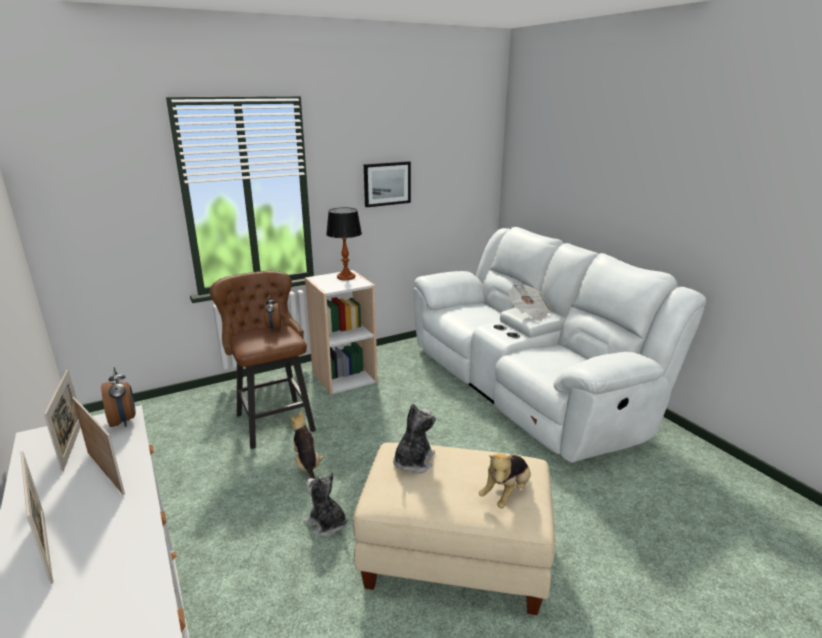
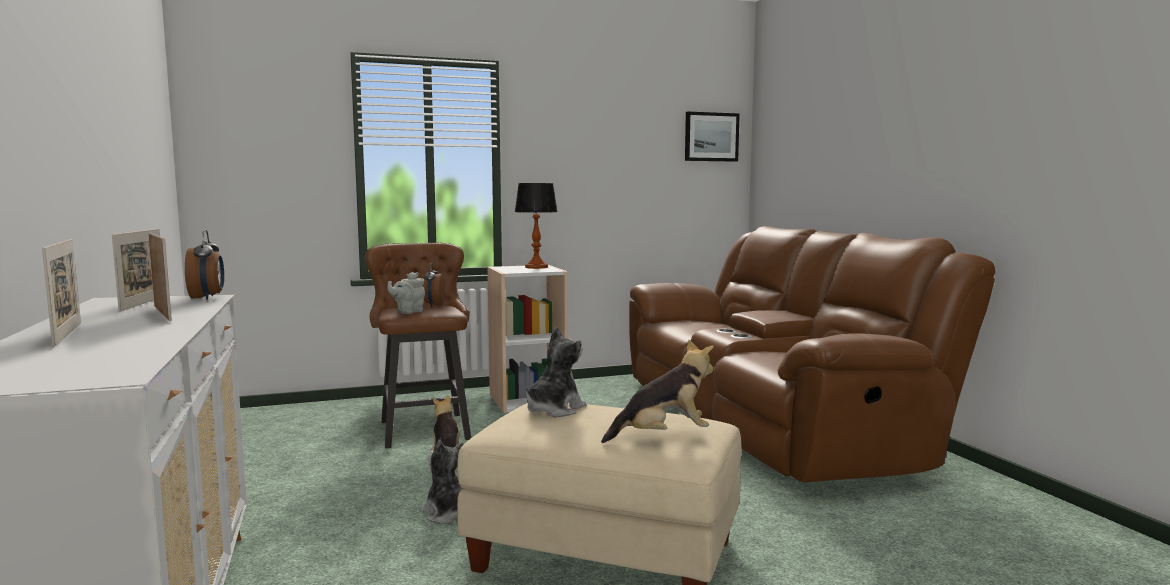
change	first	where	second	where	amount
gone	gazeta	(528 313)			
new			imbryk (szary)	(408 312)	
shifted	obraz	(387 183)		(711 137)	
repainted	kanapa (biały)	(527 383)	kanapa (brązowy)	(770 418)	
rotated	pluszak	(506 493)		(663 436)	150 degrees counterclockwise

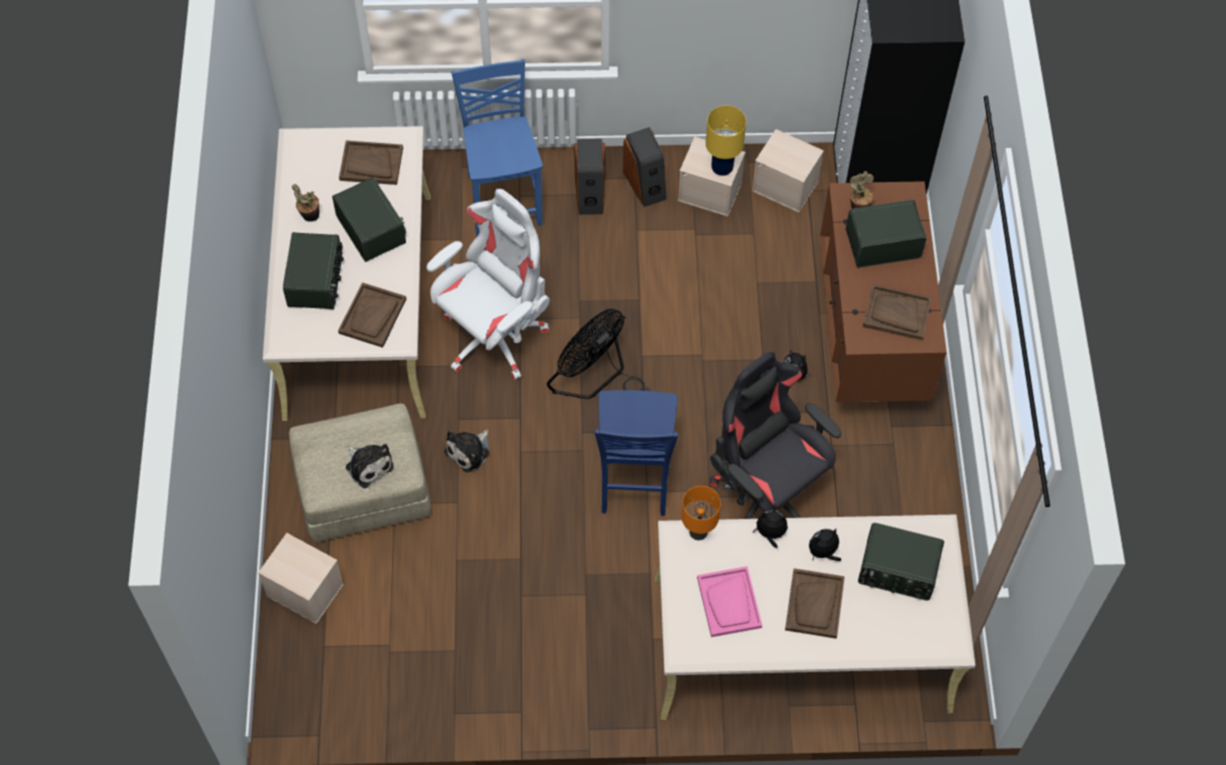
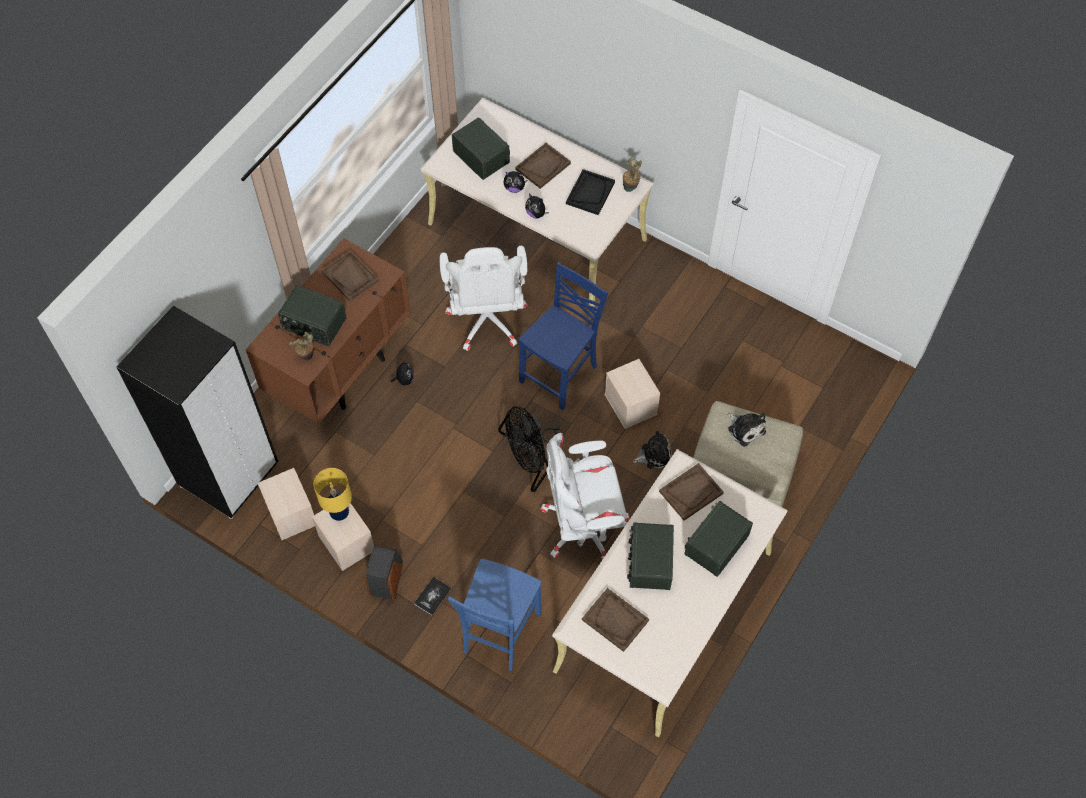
change	first	where	second	where	amount
gone	lampa stołowa (pomarańczowy)	(697 533)			
shifted	pojemnik do przechowywania (beżowy)	(304 590)		(631 405)	
shifted	roślina doniczkowa	(309 216)		(631 187)	
swapped	głośnik	(590 194)	książka	(432 596)	
repainted	taca (różowy)	(729 602)	taca (czarny)	(590 193)	
repainted	krzesło biurowe (czarny)	(767 495)	krzesło biurowe (biały)	(487 318)	
rotated	pluszak	(368 465)		(745 429)	150 degrees clockwise
rotated	wentylator (czarny)	(599 374)		(530 455)	75 degrees clockwise

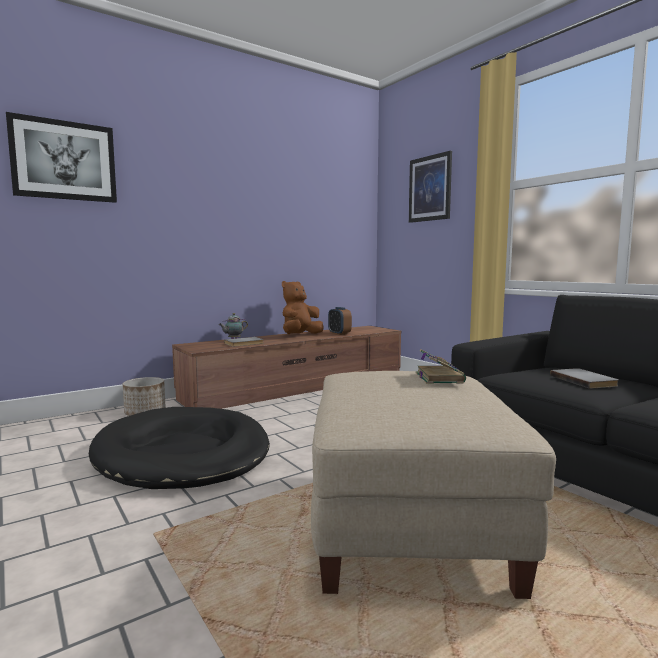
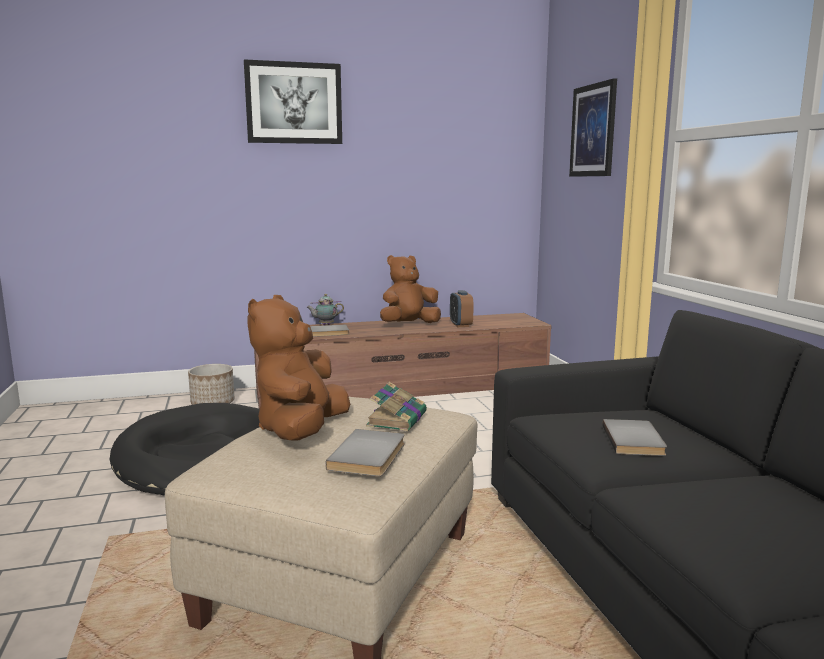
change	first	where	second	where	amount
new			pluszak (brązowy)	(301 431)	
new			książka (szary)	(370 456)	
shifted	obraz	(64 160)		(294 103)	

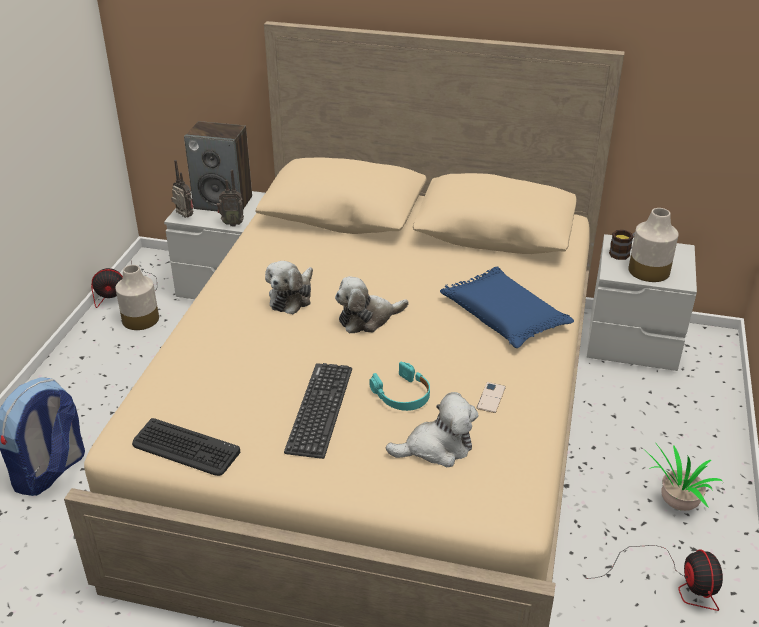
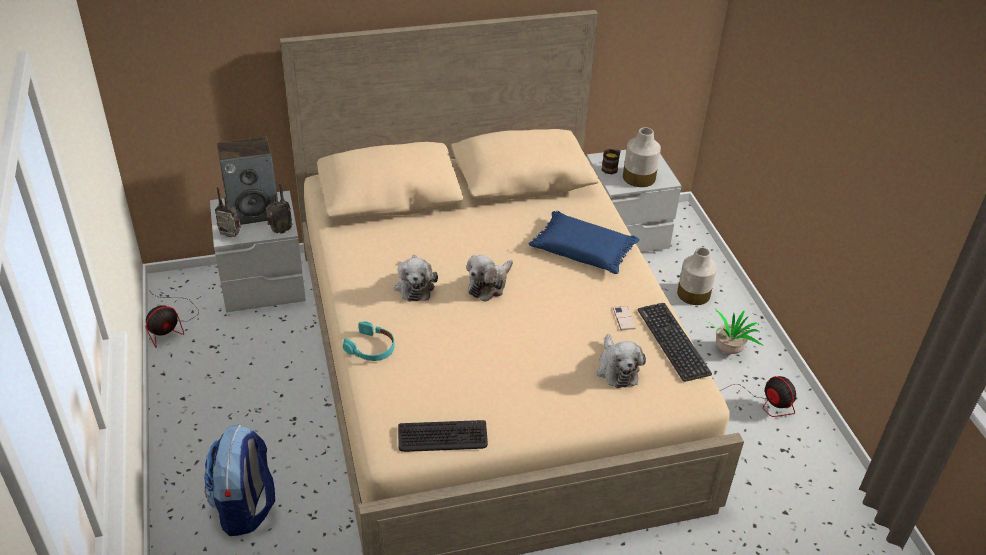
change	first	where	second	where	amount
shifted	wazon (beżowy)	(140 319)		(693 294)	
shifted	klawiatura	(319 409)		(673 342)	
shifted	słuchawki (turkusowy)	(402 395)		(371 348)	
rotated	pluszak	(437 448)		(617 369)	120 degrees clockwise

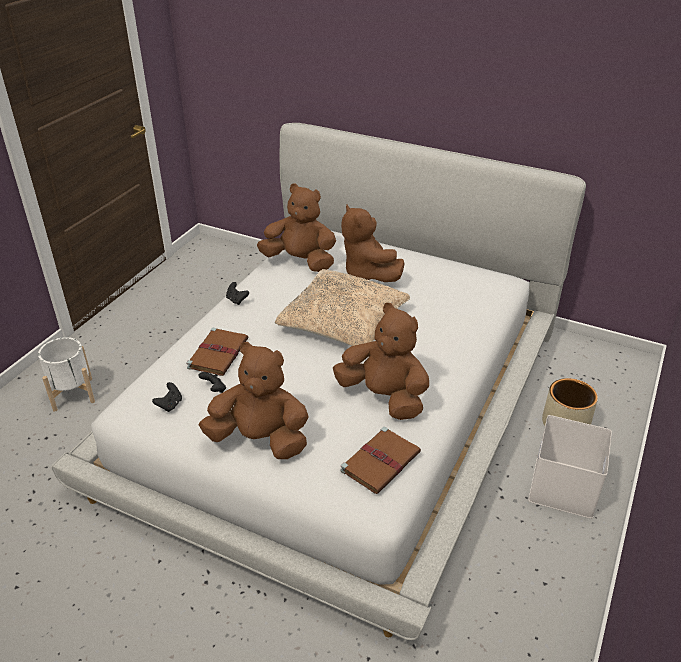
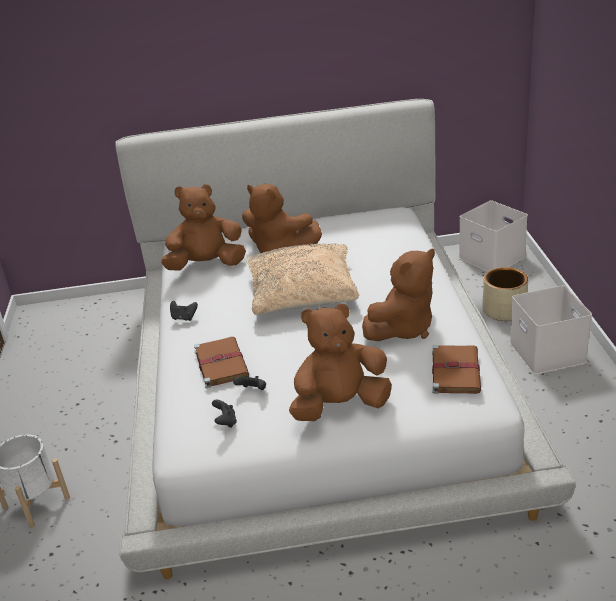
change	first	where	second	where	amount
new			pojemnik do przechowywania (biały)	(493 257)	
rotated	pluszak (brązowy)	(384 397)		(403 328)	135 degrees clockwise

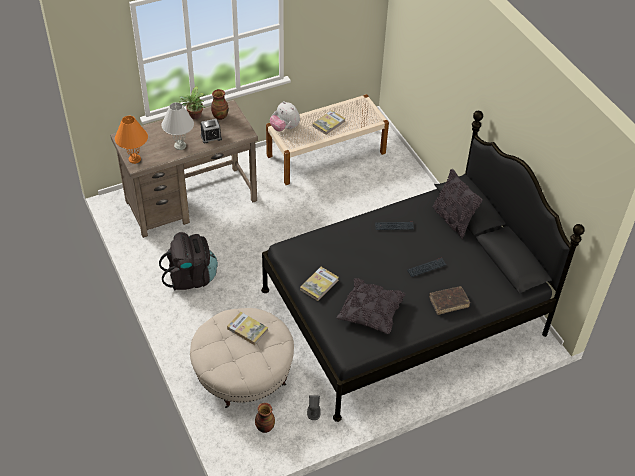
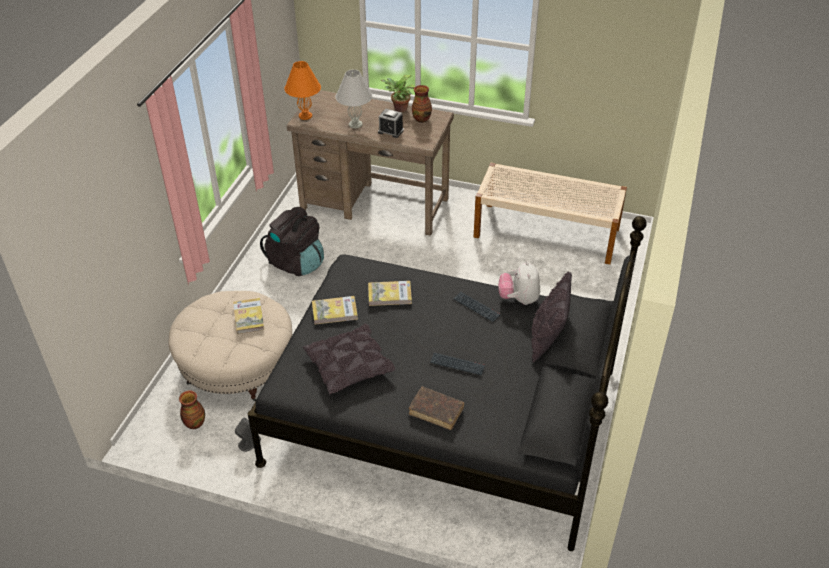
change	first	where	second	where	amount
shifted	pluszak	(285 128)		(518 299)	
shifted	książka	(328 123)		(389 295)	

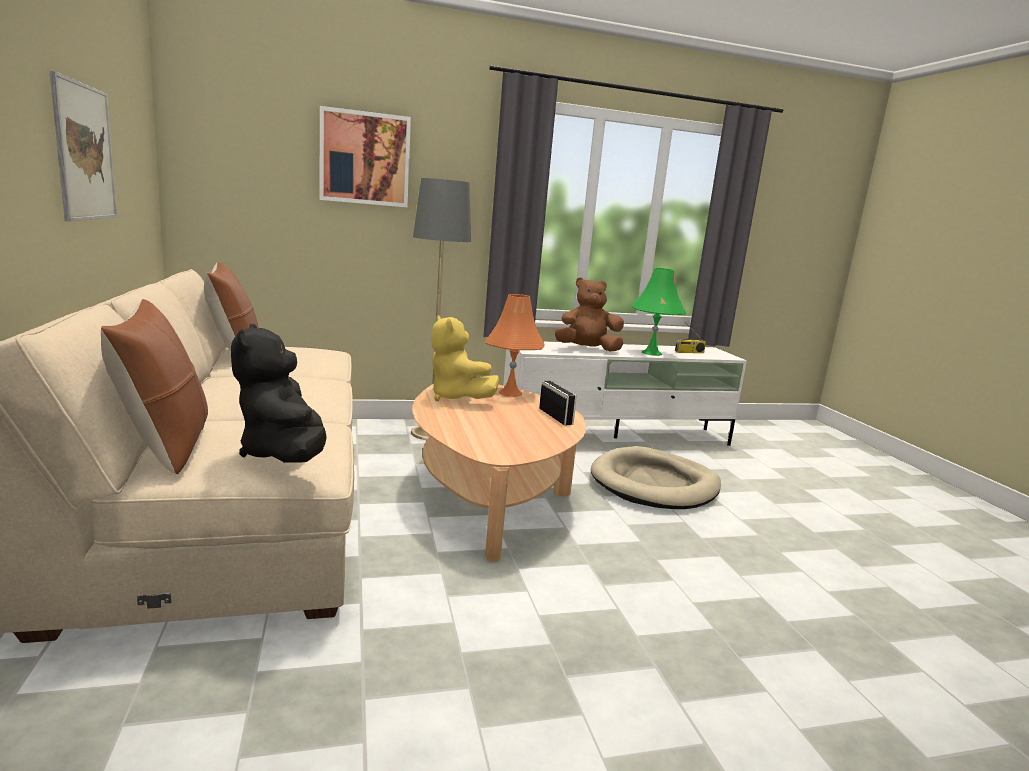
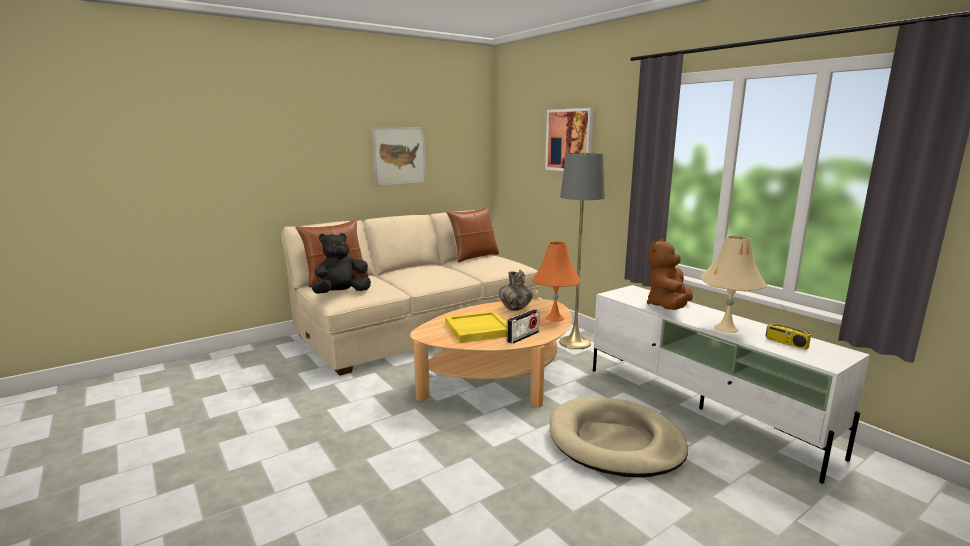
change	first	where	second	where	amount
new			taca (żółty)	(477 329)	
swapped	pluszak (żółty)	(456 398)	wazon	(515 309)	
repainted	lampa stołowa (zielony)	(651 353)	lampa stołowa (beżowy)	(726 328)	
rotated	pluszak (brązowy)	(587 349)		(668 307)	120 degrees counterclockwise

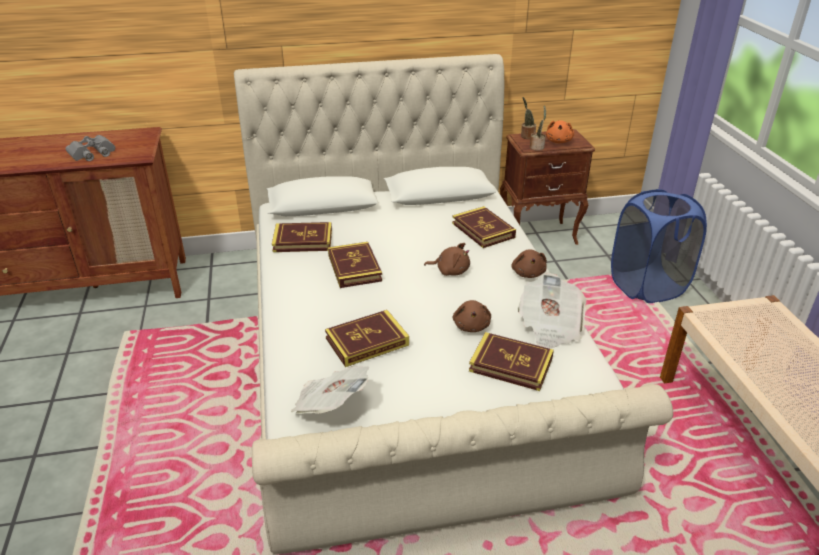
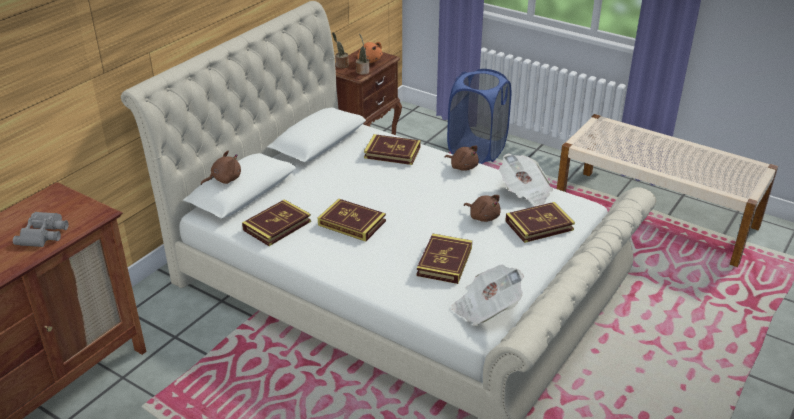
change	first	where	second	where	amount
shifted	pluszak (brązowy)	(450 271)		(224 179)	

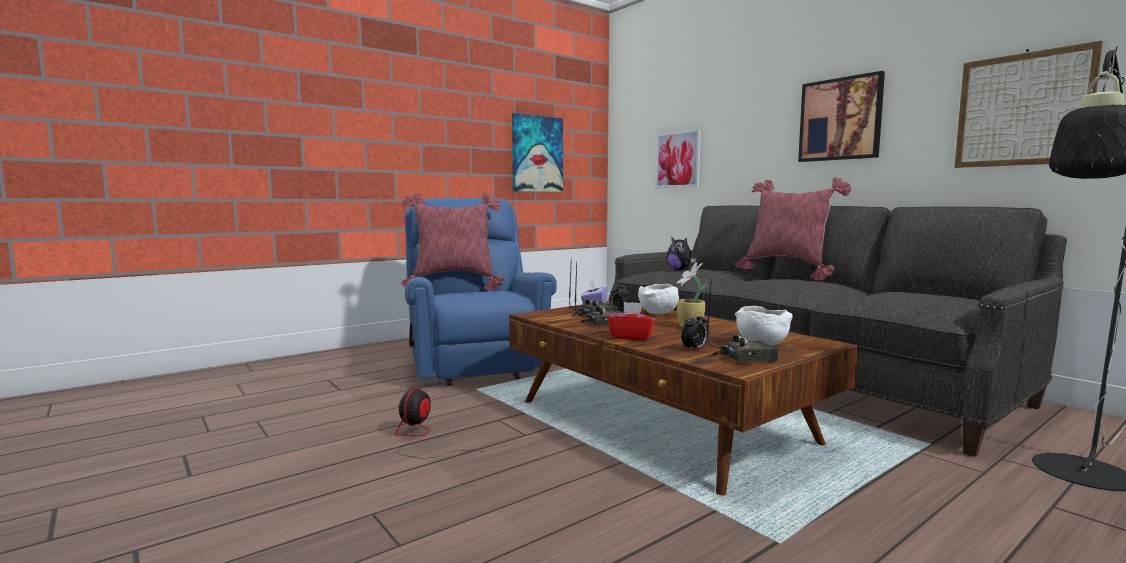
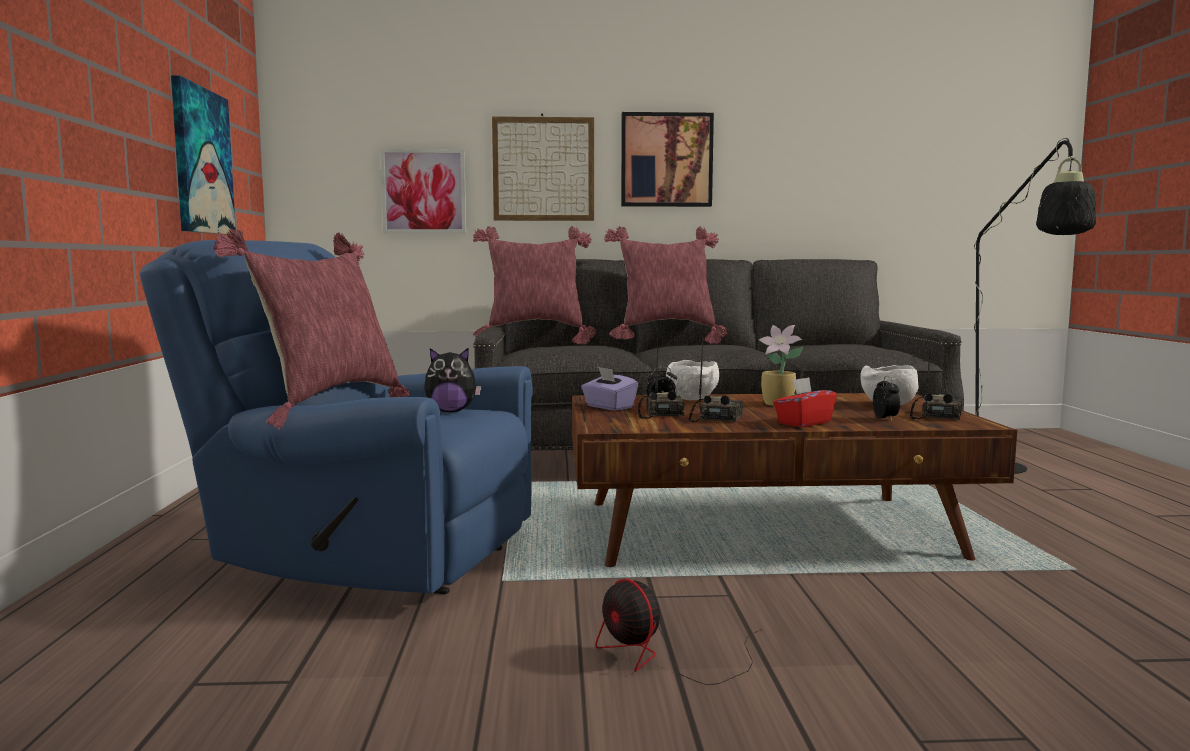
change	first	where	second	where	amount
new			poduszka (czerwony)	(534 343)	
shifted	pluszak	(679 269)		(451 411)	
shifted	obraz	(1023 107)		(543 167)	

